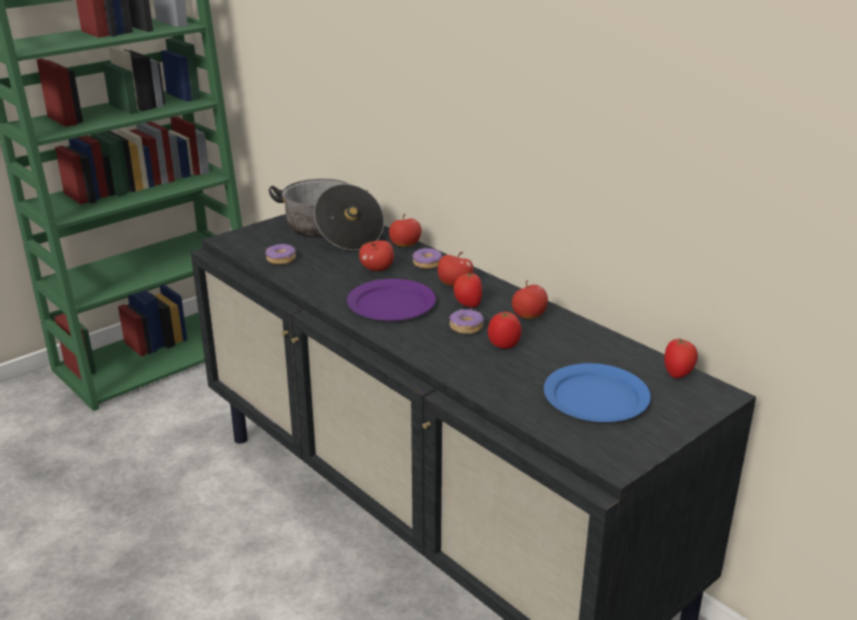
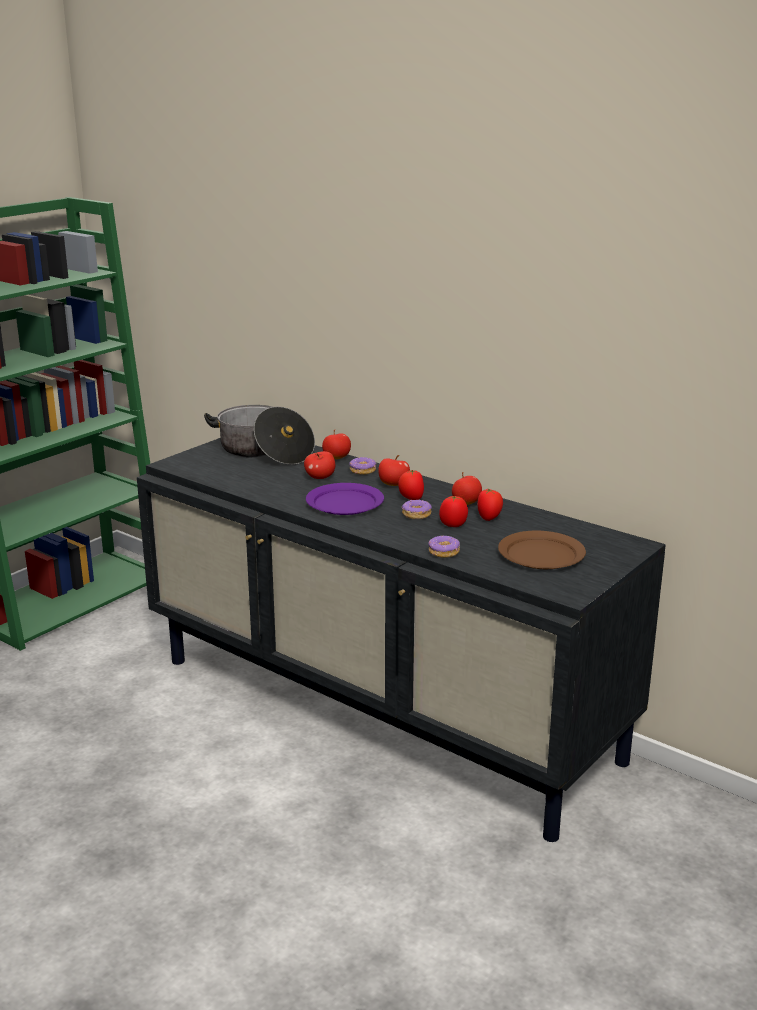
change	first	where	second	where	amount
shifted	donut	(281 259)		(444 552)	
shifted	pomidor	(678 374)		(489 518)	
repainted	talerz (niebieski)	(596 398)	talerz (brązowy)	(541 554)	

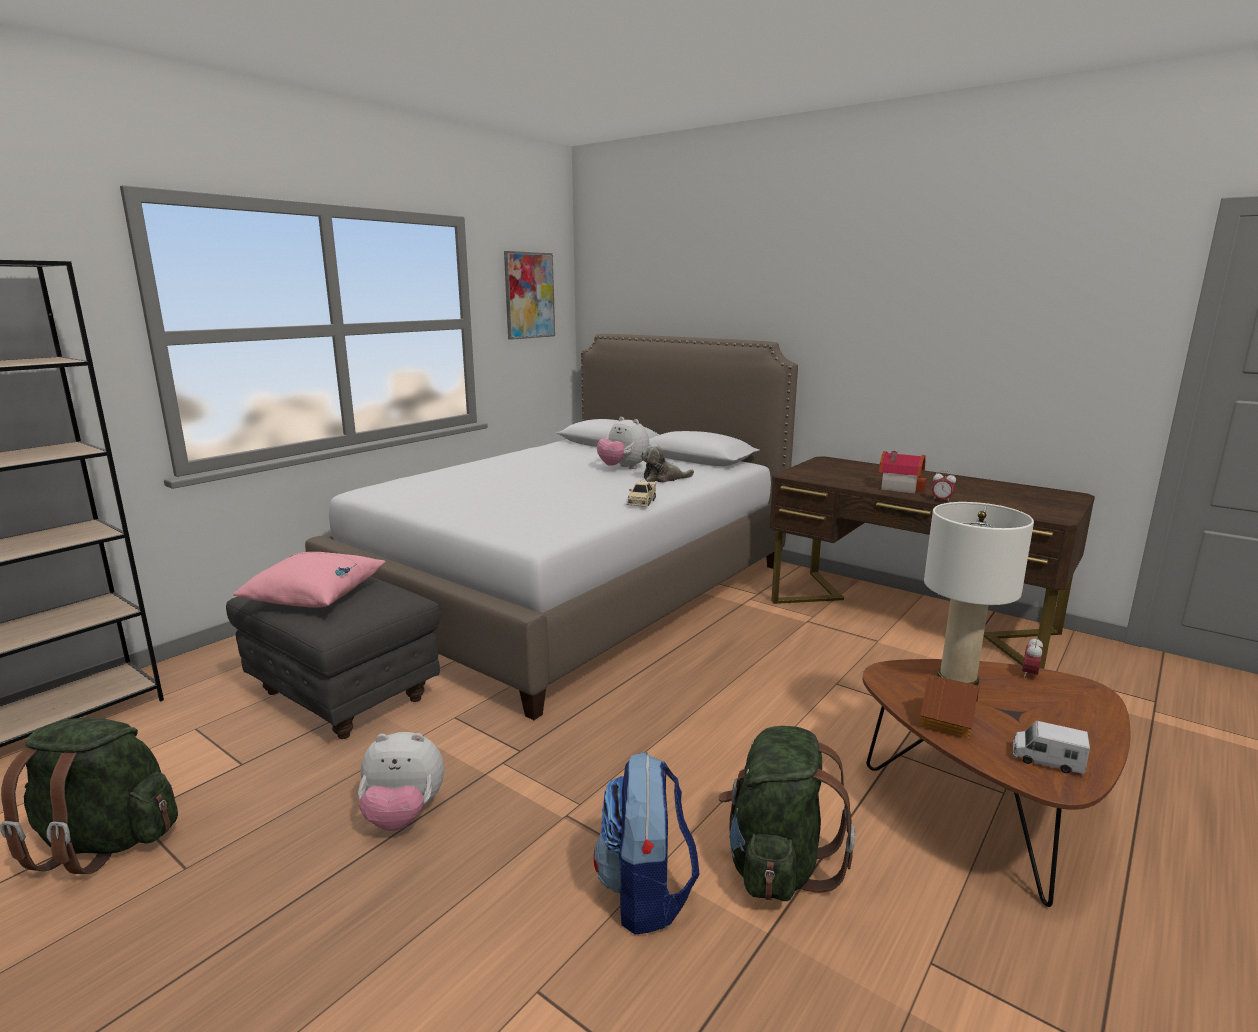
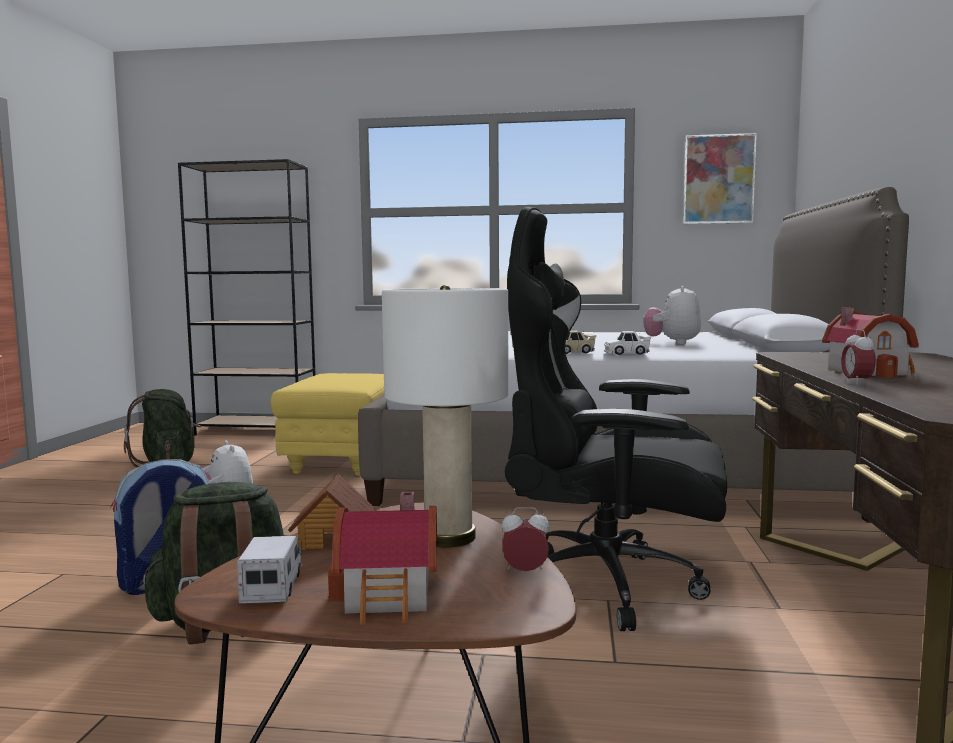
change	first	where	second	where	amount
gone	poduszka (różowy)	(315 596)			
gone	pluszak	(663 478)			
new			domek	(391 597)	
new			krzesło biurowe (czarny)	(618 587)	
new			samochodzik (biały)	(626 353)	
repainted	pufa (szary)	(345 696)	pufa (żółty)	(344 462)	

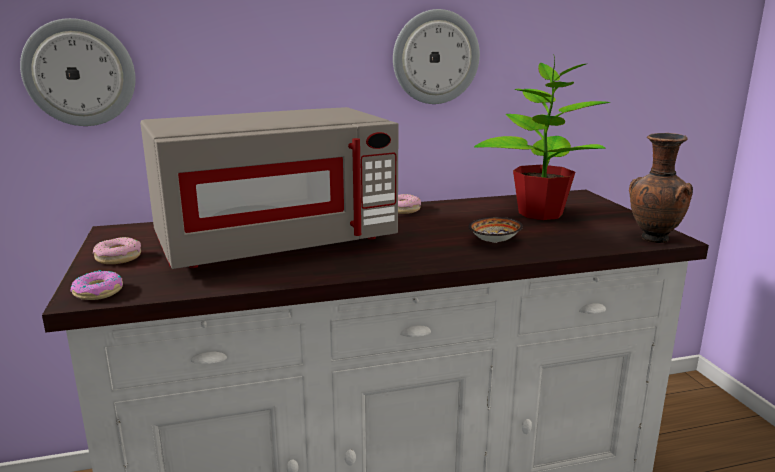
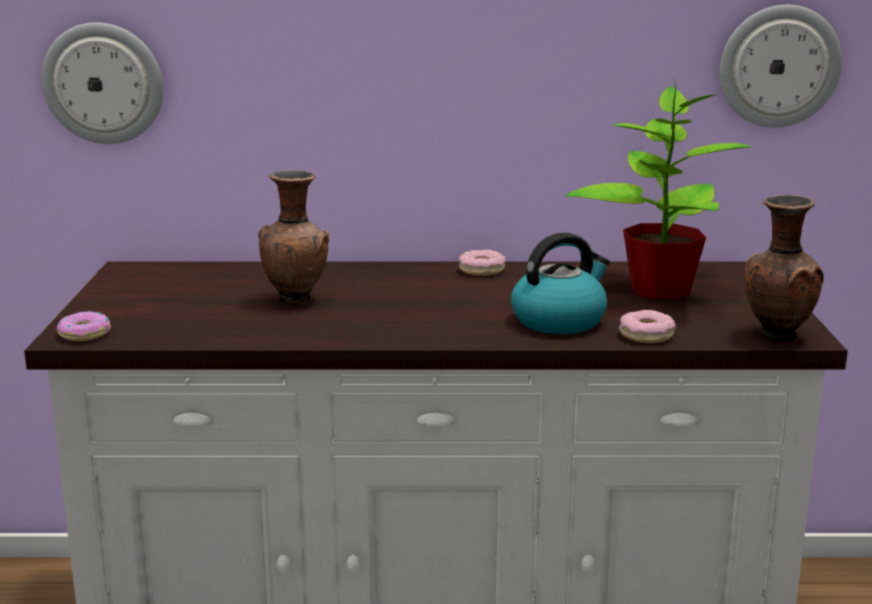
change	first	where	second	where	amount
shifted	donut	(118 258)		(646 335)	
shifted	zegar ścienny	(435 57)		(779 66)	
swapped	mikrofalówka (szary)	(276 244)	wazon (brązowy)	(297 300)	
swapped	miska	(493 241)	czajnik	(559 320)	

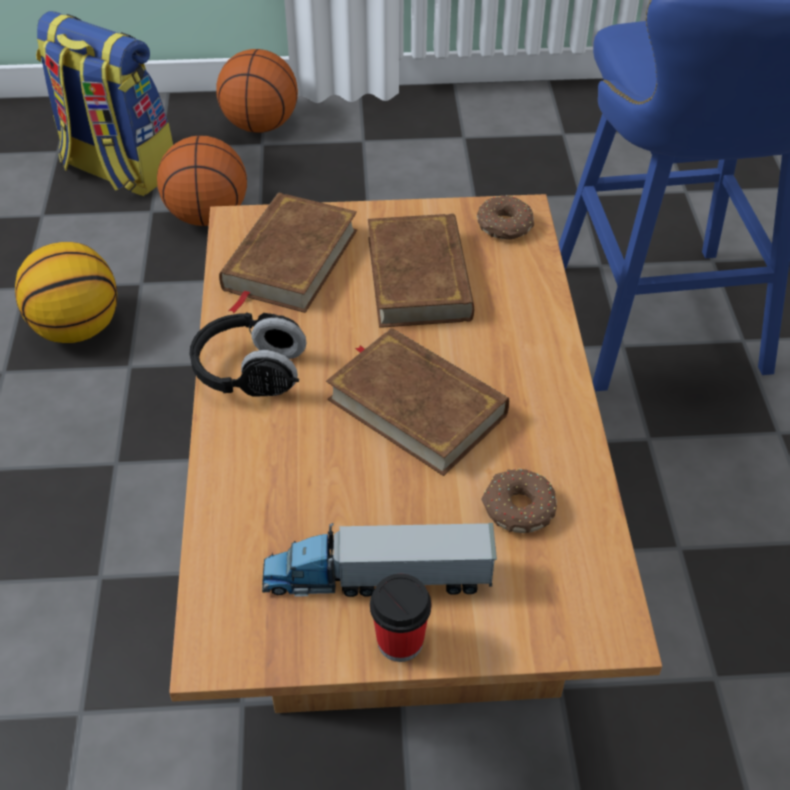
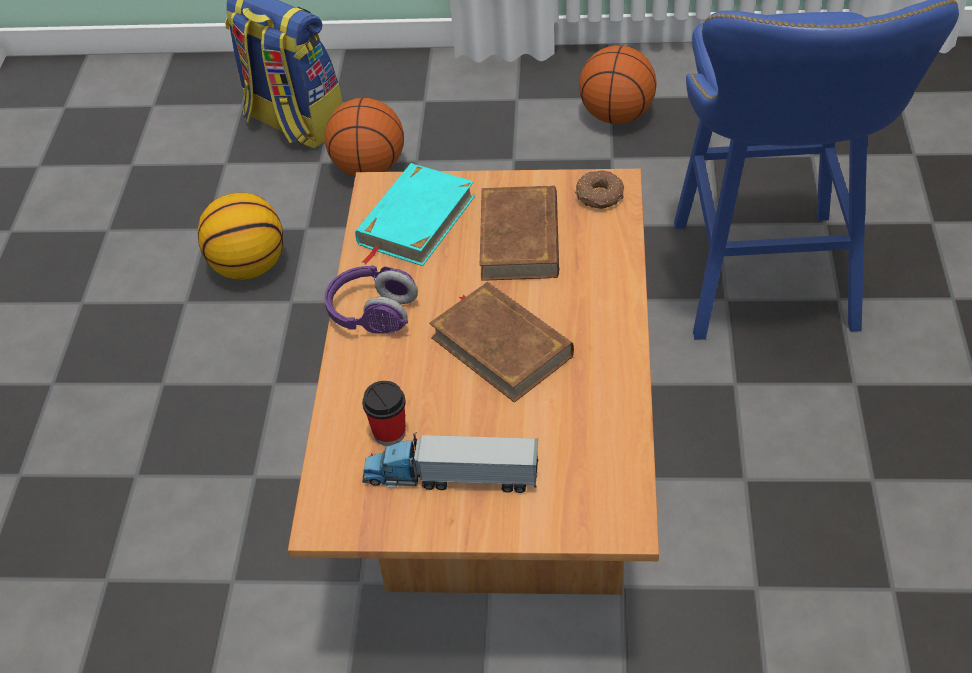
change	first	where	second	where	amount
gone	donut	(517 508)			
shifted	piłka do koszykówki	(261 126)		(617 116)	
shifted	filiżanka	(400 641)		(389 433)	
repainted	słuchawki (czarny)	(250 373)	słuchawki (fioletowy)	(373 314)	
repainted	książka (brązowy)	(289 260)	książka (turkusowy)	(415 220)	

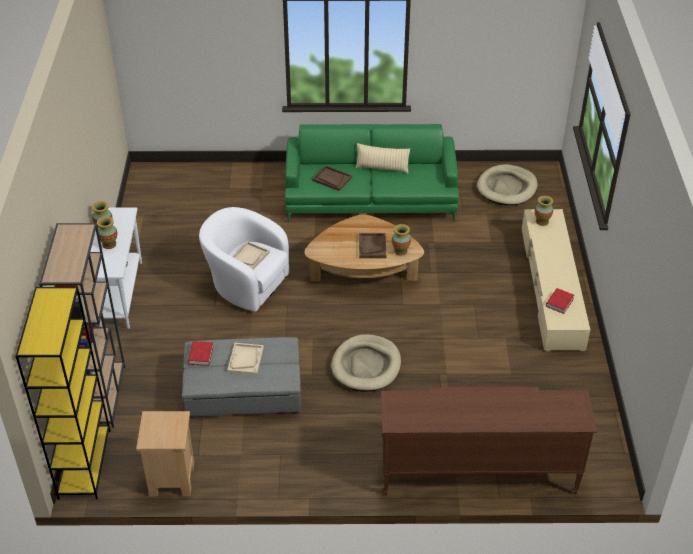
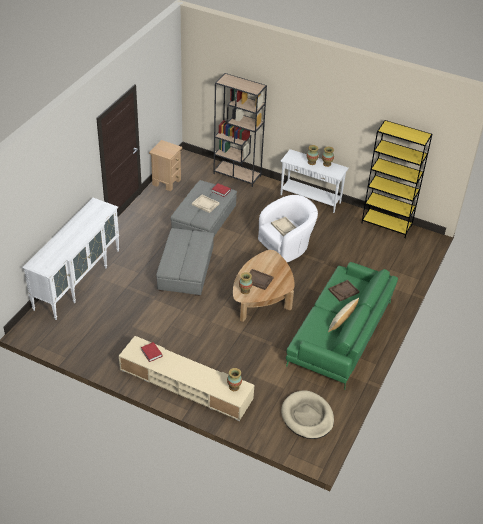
change	first	where	second	where	amount
shifted	regał (żółty)	(84 463)		(387 224)	
swapped	legowisko (beżowy)	(366 365)	pufa (szary)	(185 270)	
repainted	szafka (brązowy)	(478 475)	szafka (biały)	(78 280)	

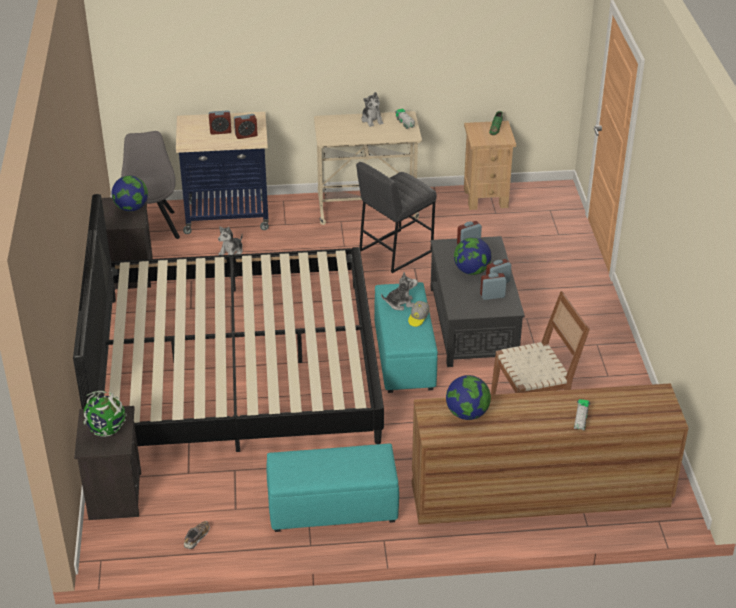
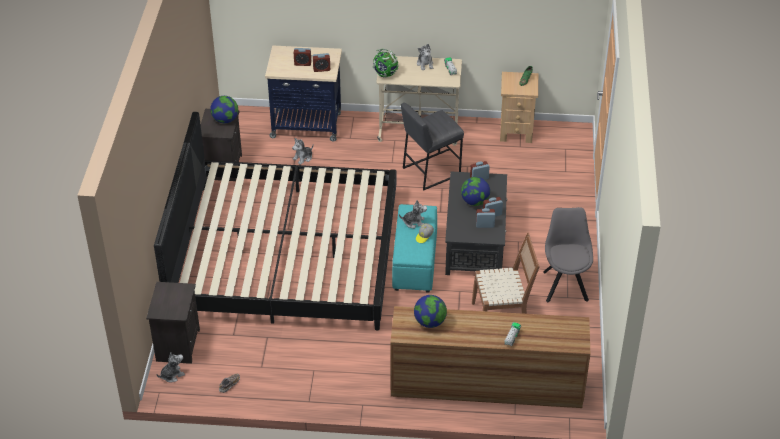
change	first	where	second	where	amount
gone	pufa (turkusowy)	(331 508)			
new			pluszak	(172 375)	
shifted	globus	(106 430)		(385 74)	
shifted	krzesło (szary)	(154 227)		(564 285)	

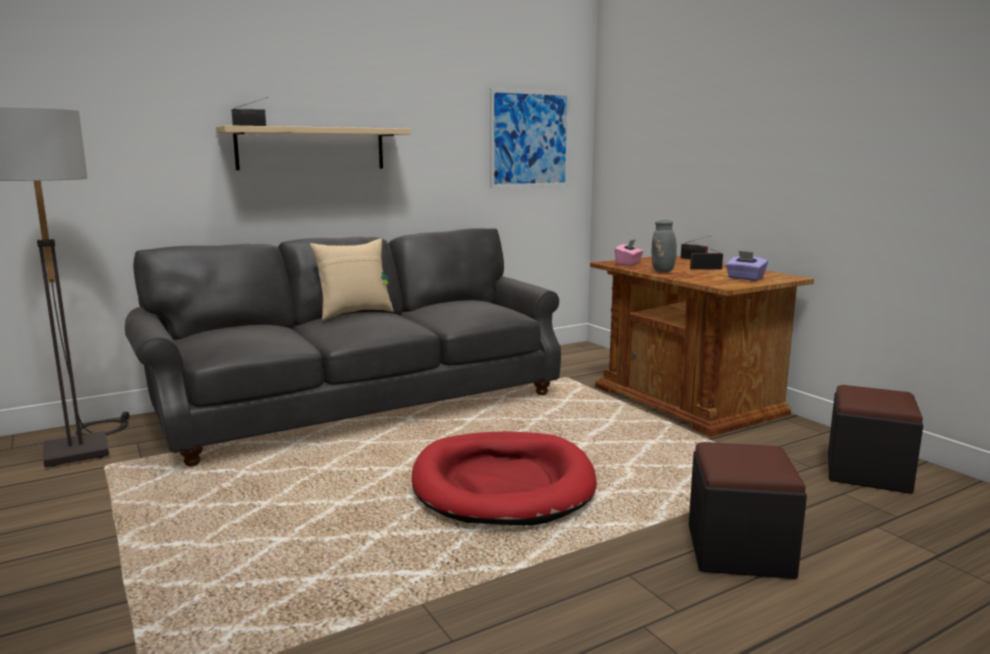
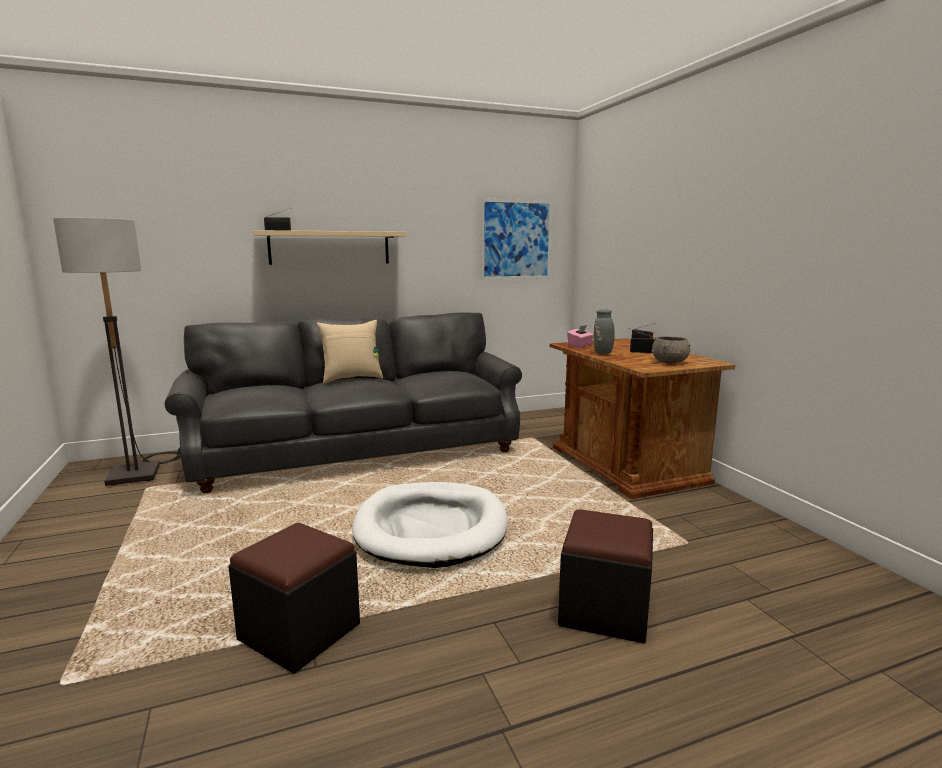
change	first	where	second	where	amount
shifted	pufa (czarny)	(867 473)		(300 632)	
swapped	pudełko chusteczek (fioletowy)	(745 278)	miska (szary)	(670 362)	
repainted	legowisko (czerwony)	(502 484)	legowisko (biały)	(431 528)	

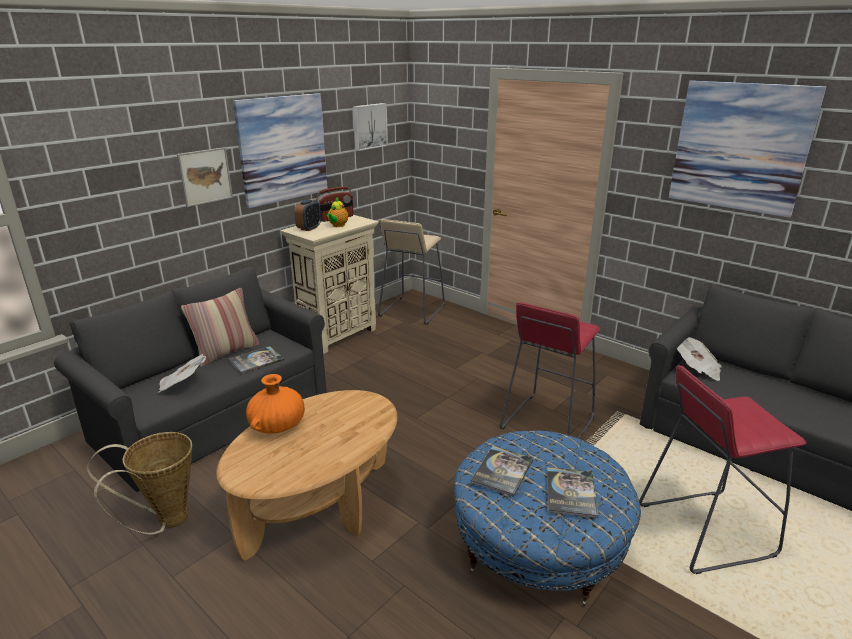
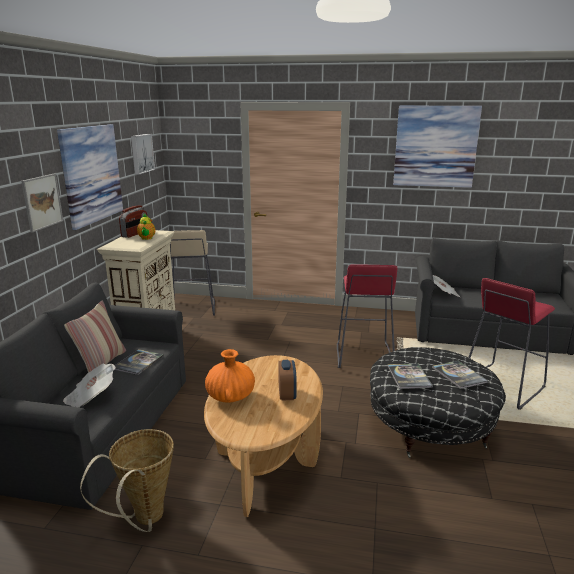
change	first	where	second	where	amount
shifted	budzik	(309 228)		(287 395)	
repainted	pufa (niebieski)	(538 545)	pufa (czarny)	(429 426)	

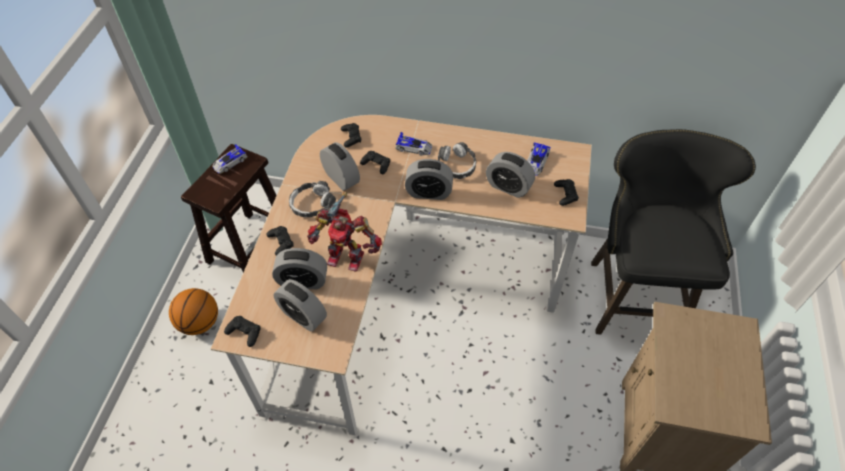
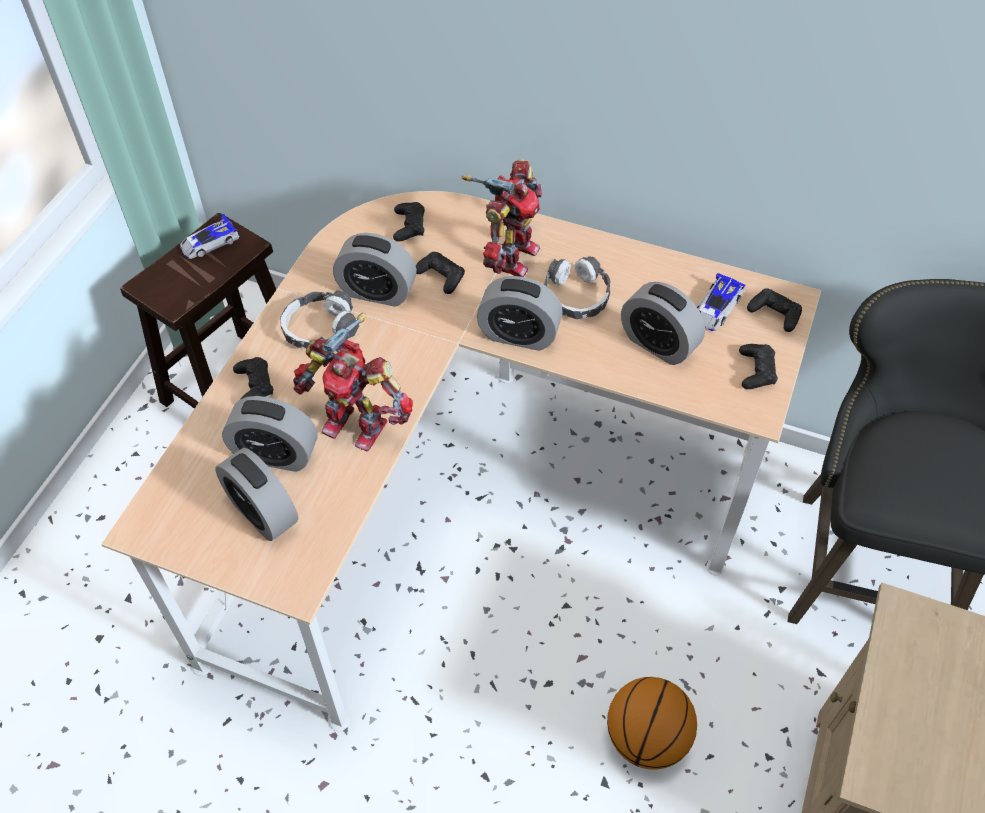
change	first	where	second	where	amount
shifted	piłka do koszykówki	(199 323)		(646 738)	
shifted	pad do gier (czarny)	(244 332)		(774 314)	
swapped	samochodzik	(414 147)	robot zabawkowy	(510 256)	
rotated	budzik	(341 178)		(377 292)	135 degrees clockwise

